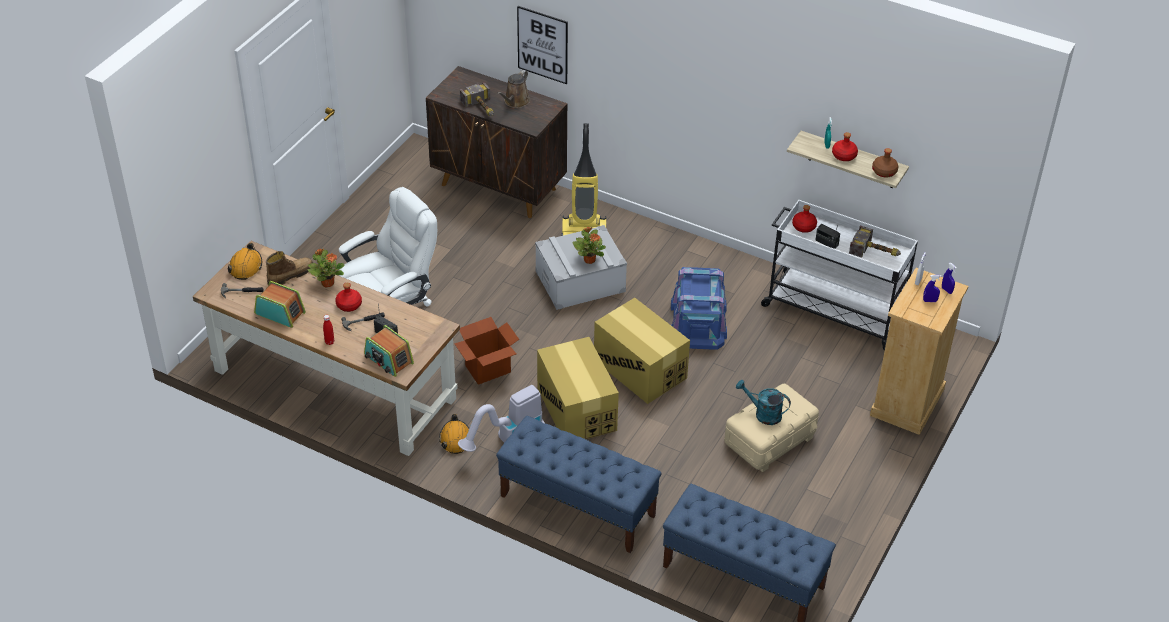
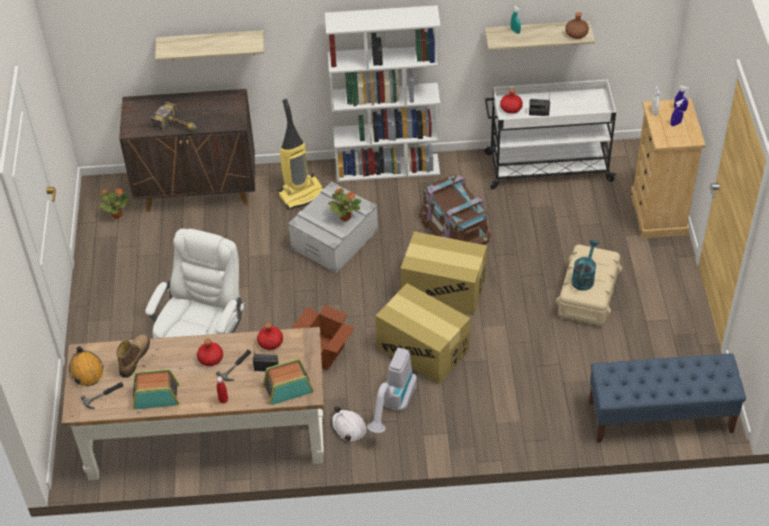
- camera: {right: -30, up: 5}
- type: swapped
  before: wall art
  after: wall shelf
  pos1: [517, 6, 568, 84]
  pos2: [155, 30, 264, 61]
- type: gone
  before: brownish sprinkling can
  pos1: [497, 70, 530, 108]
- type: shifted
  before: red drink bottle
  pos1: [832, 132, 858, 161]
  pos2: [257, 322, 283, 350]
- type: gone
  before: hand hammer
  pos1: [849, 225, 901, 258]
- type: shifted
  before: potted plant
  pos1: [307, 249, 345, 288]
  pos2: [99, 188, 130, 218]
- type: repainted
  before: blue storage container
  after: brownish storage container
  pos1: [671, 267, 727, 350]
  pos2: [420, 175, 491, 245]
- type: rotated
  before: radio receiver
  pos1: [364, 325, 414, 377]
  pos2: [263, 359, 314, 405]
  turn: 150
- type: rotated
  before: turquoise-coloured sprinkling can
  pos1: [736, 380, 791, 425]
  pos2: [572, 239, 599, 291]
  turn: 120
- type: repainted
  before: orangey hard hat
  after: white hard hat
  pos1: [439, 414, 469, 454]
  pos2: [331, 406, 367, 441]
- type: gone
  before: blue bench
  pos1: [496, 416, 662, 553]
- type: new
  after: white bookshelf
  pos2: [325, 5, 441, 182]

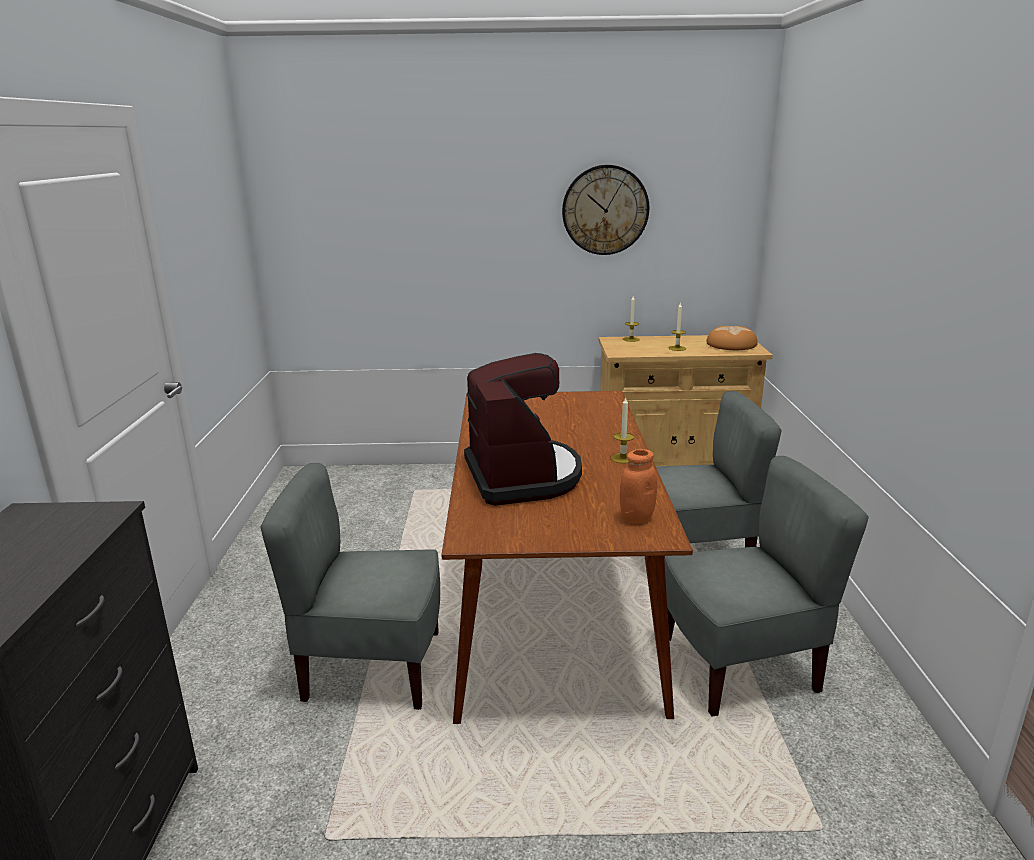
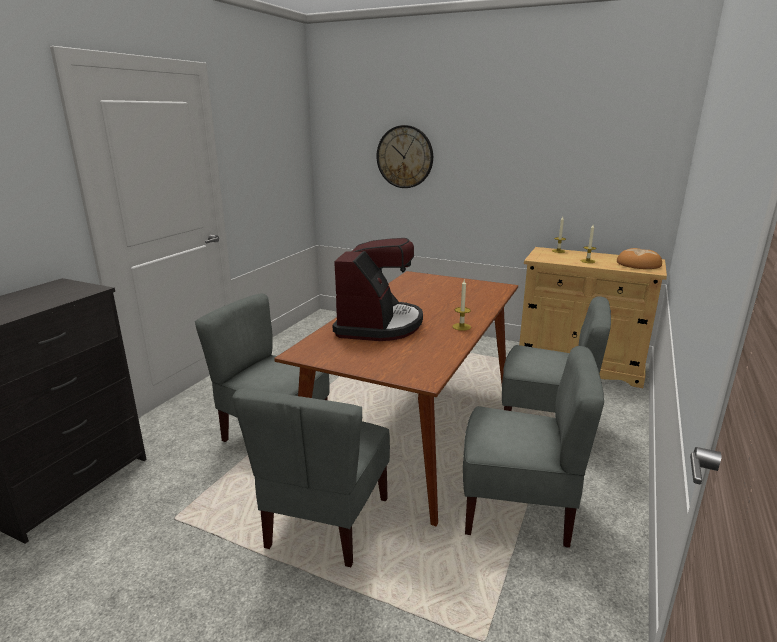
- camera: {right: 25, up: 0}
- type: shifted
  before: clock on the wall
  pos1: [562, 165, 649, 255]
  pos2: [377, 125, 433, 188]
- type: gone
  before: orangey preserve jar
  pos1: [620, 449, 657, 524]
- type: new
  after: gray chair
  pos2: [233, 389, 390, 567]

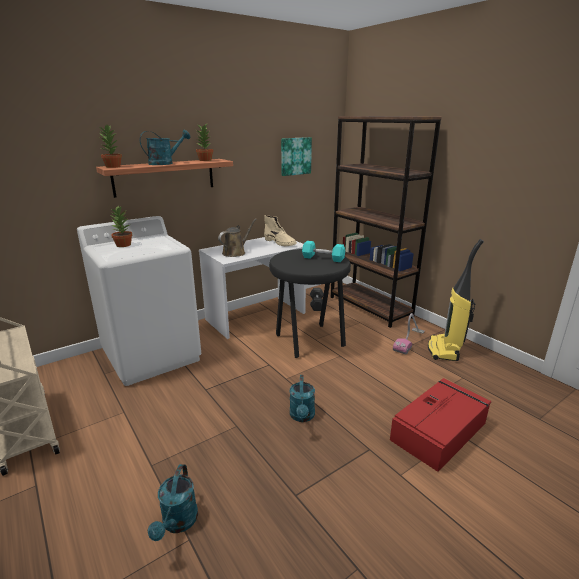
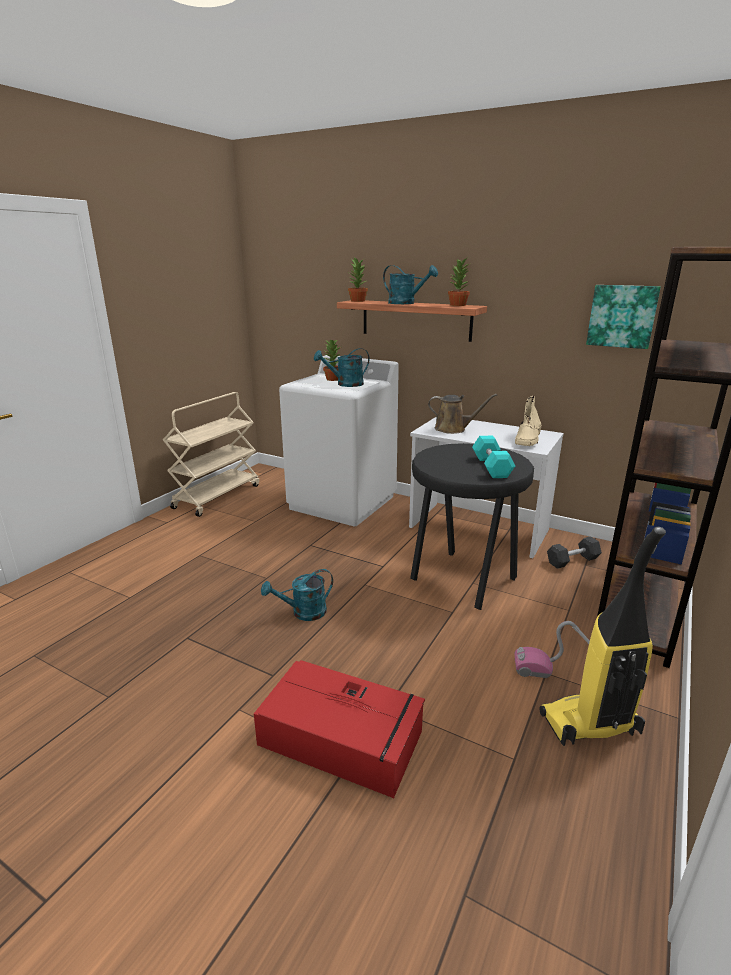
- camera: {right: 65, up: 0}
- type: shifted
  before: turquoise-coloured sprinkling can
  pos1: [148, 464, 198, 541]
  pos2: [314, 348, 370, 387]

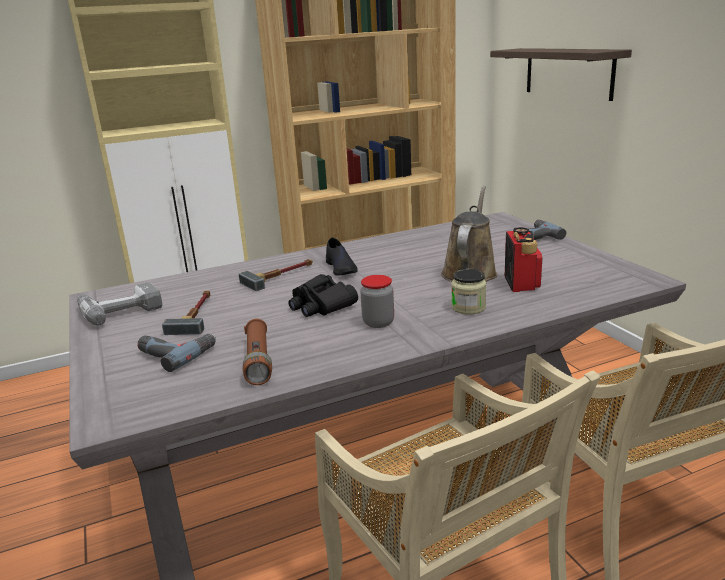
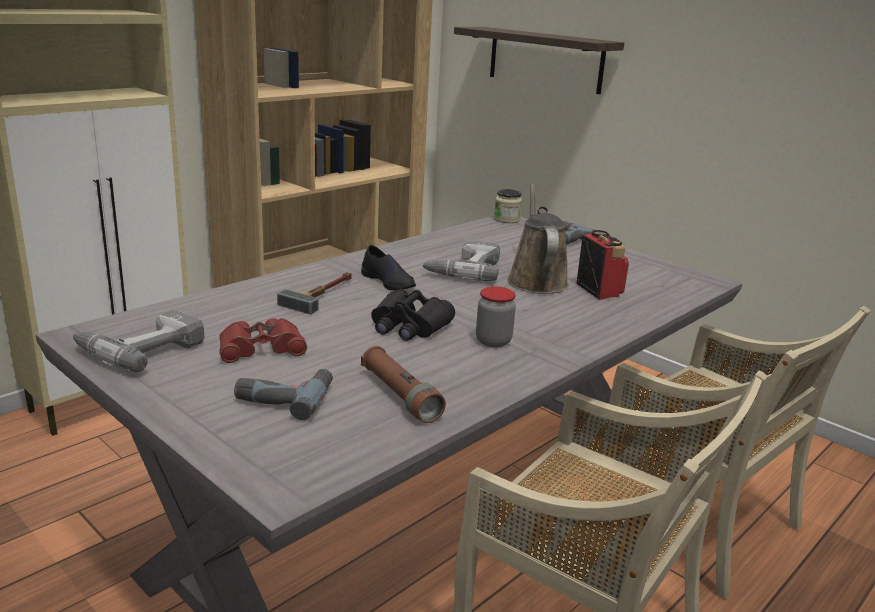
- camera: {right: -25, up: 0}
- type: shifted
  before: preserve jar
  pos1: [451, 269, 486, 315]
  pos2: [494, 189, 522, 223]
- type: swapped
  before: hand hammer
  after: red pair of binoculars
  pos1: [162, 291, 210, 335]
  pos2: [220, 318, 307, 363]
- type: new
  after: electric drill
  pos2: [422, 241, 500, 281]

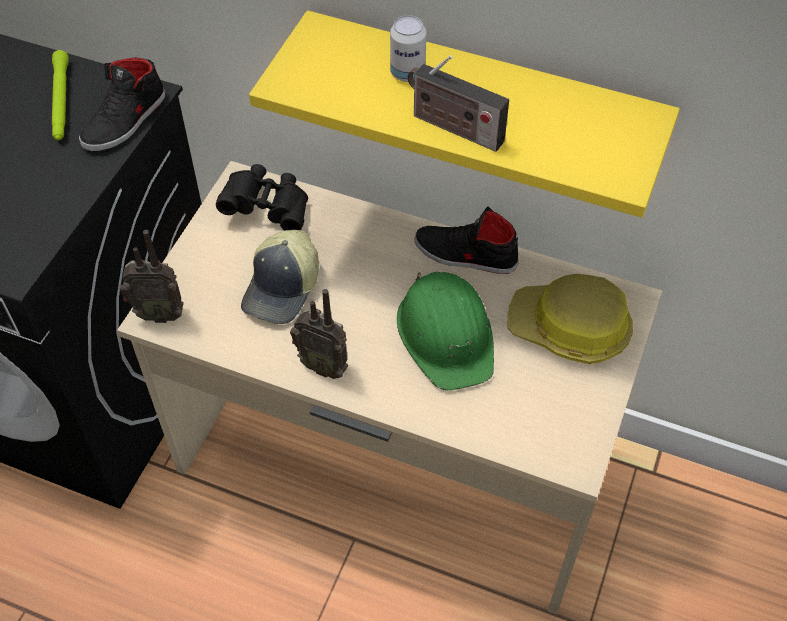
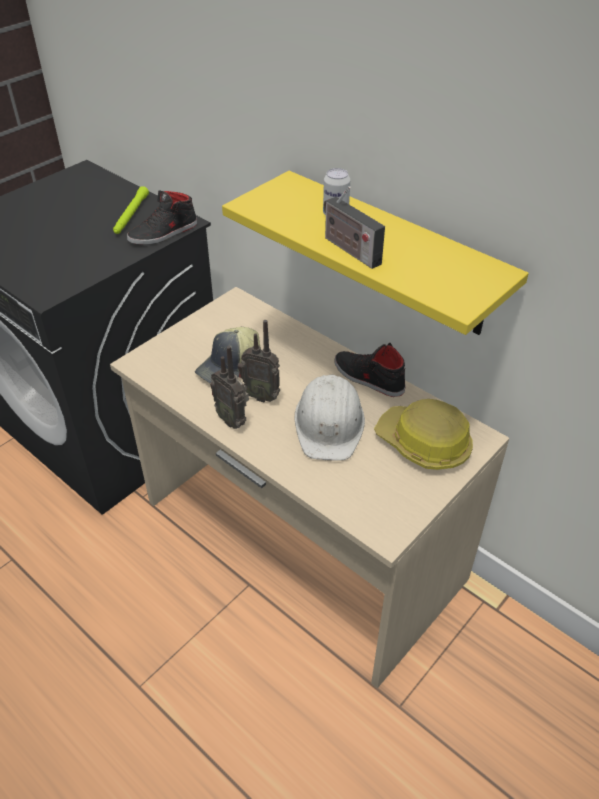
- camera: {right: 20, up: -10}
- type: gone
  before: black-coloured pair of binoculars
  pos1: [216, 164, 308, 231]
- type: shifted
  before: radio receiver
  pos1: [120, 230, 184, 323]
  pos2: [238, 320, 280, 403]
- type: repainted
  before: greenish hard hat
  after: white hard hat
  pos1: [397, 271, 494, 391]
  pos2: [295, 375, 365, 461]

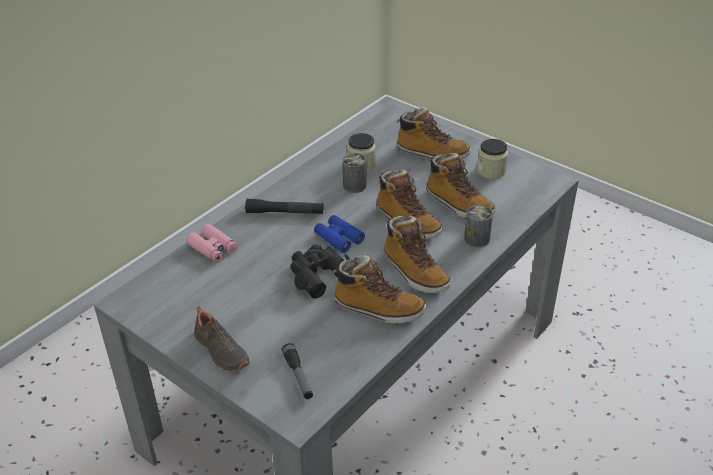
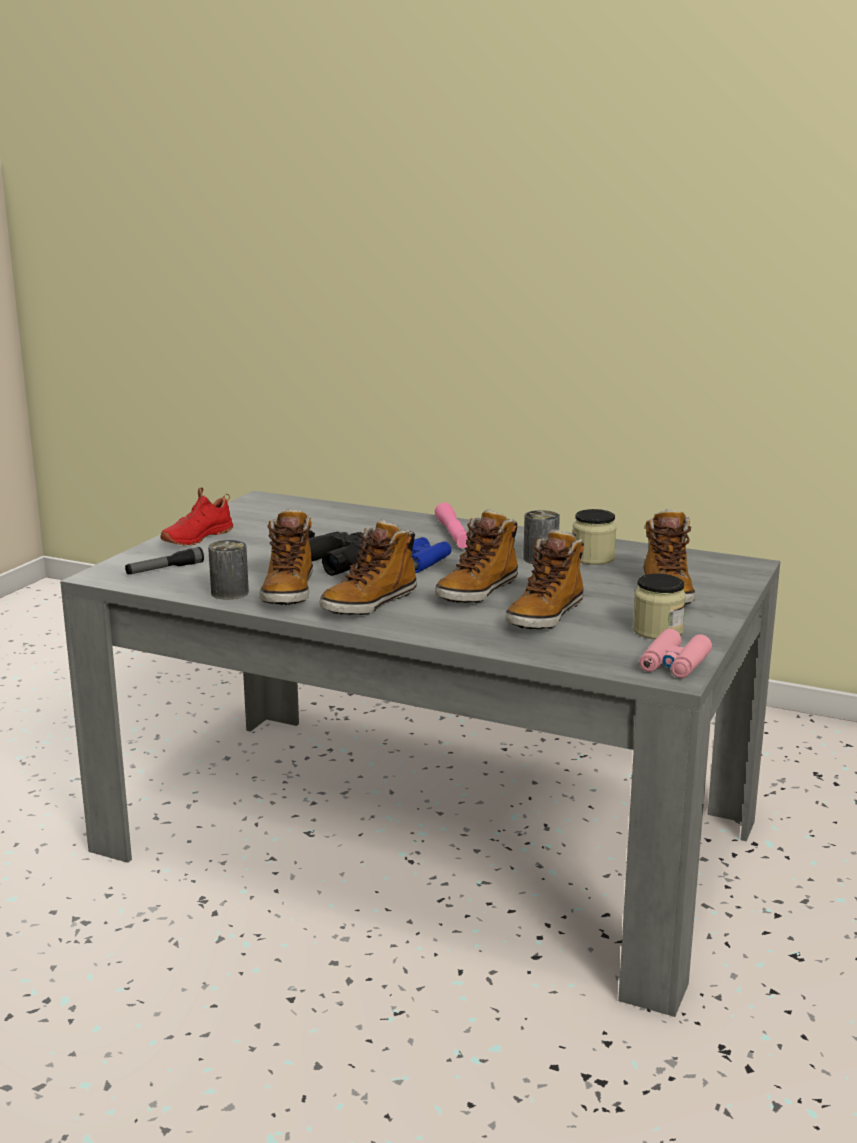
- camera: {right: 75, up: -20}
- type: repainted
  before: black-coloured hand torch
  after: pink hand torch
  pos1: [245, 199, 323, 214]
  pos2: [435, 503, 468, 549]
- type: shifted
  before: metal can
  pos1: [464, 205, 493, 248]
  pos2: [208, 540, 249, 599]
- type: shifted
  before: pink pair of binoculars
  pos1: [186, 224, 238, 262]
  pos2: [640, 629, 712, 678]
- type: repainted
  before: black-coloured shoe
  after: red shoe
  pos1: [194, 306, 250, 371]
  pos2: [160, 487, 233, 546]

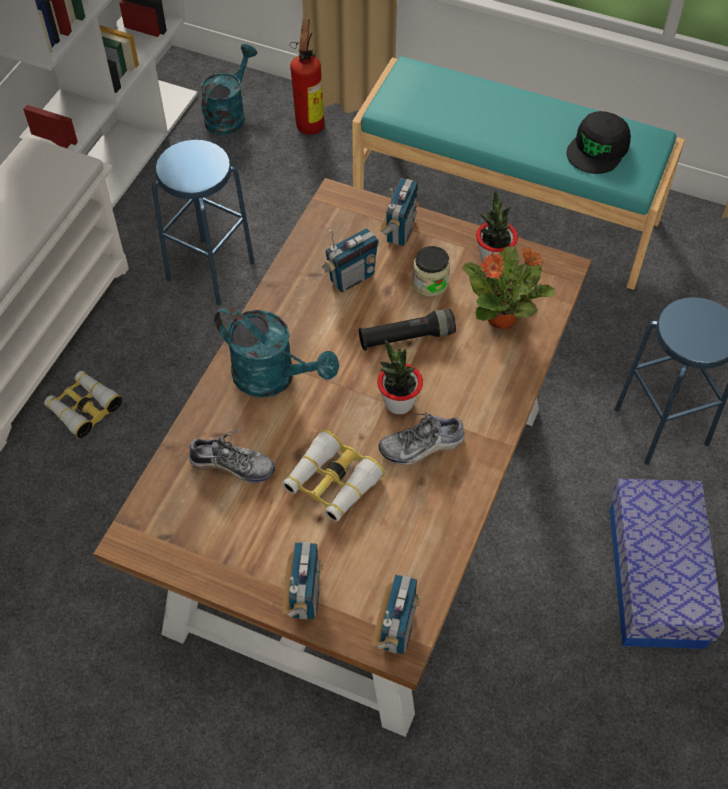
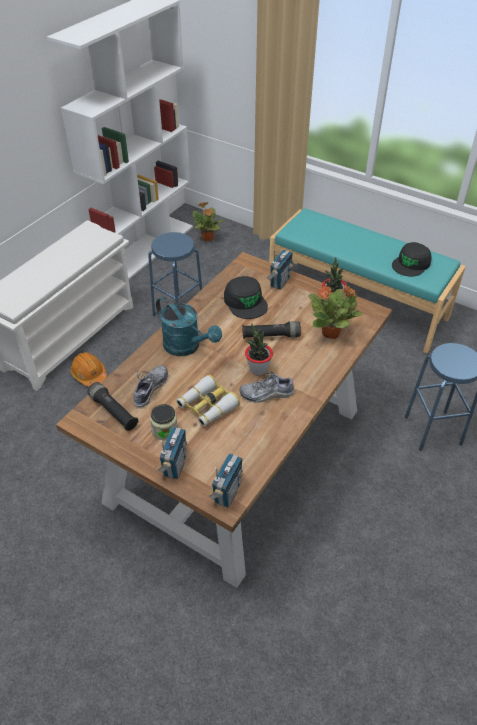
- camera: {right: 10, up: -10}
- type: gone
  before: fire extinguisher
  pos1: [290, 19, 325, 135]
- type: swapped
  before: turquoise-coloured sprinkling can
  after: potted plant
  pos1: [201, 44, 257, 135]
  pos2: [193, 202, 224, 241]
- type: swapped
  before: radio receiver
  after: black-coloured cap
  pos1: [321, 228, 379, 292]
  pos2: [224, 276, 268, 319]
- type: shifted
  before: preserve jar
  pos1: [412, 246, 450, 297]
  pos2: [150, 404, 178, 440]
- type: swapped
  before: pair of binoculars
  after: orangey hard hat
  pos1: [44, 371, 123, 438]
  pos2: [70, 352, 107, 387]
- type: rotated
  before: shoe
  pos1: [189, 430, 275, 483]
  pos2: [134, 365, 168, 407]
  turn: -90
- type: gone
  before: storage container
  pos1: [610, 479, 724, 649]
- type: new
  after: black-coloured hand torch
  pos2: [87, 382, 139, 431]

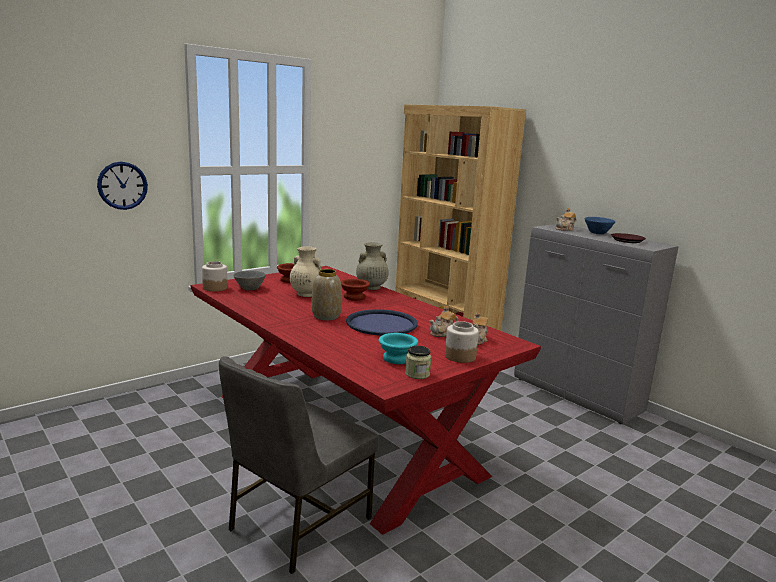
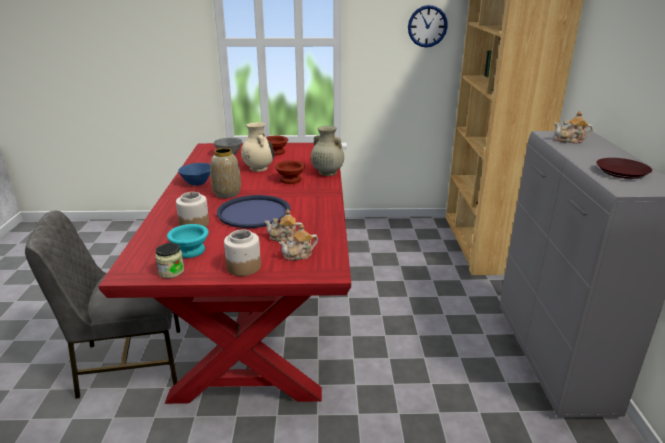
- camera: {right: 40, up: 10}
- type: shifted
  before: clock on the wall
  pos1: [97, 162, 148, 210]
  pos2: [408, 5, 448, 47]
- type: shifted
  before: blue serving bowl
  pos1: [585, 217, 616, 234]
  pos2: [178, 163, 210, 186]
- type: shifted
  before: preserve jar
  pos1: [202, 261, 228, 291]
  pos2: [176, 192, 209, 227]

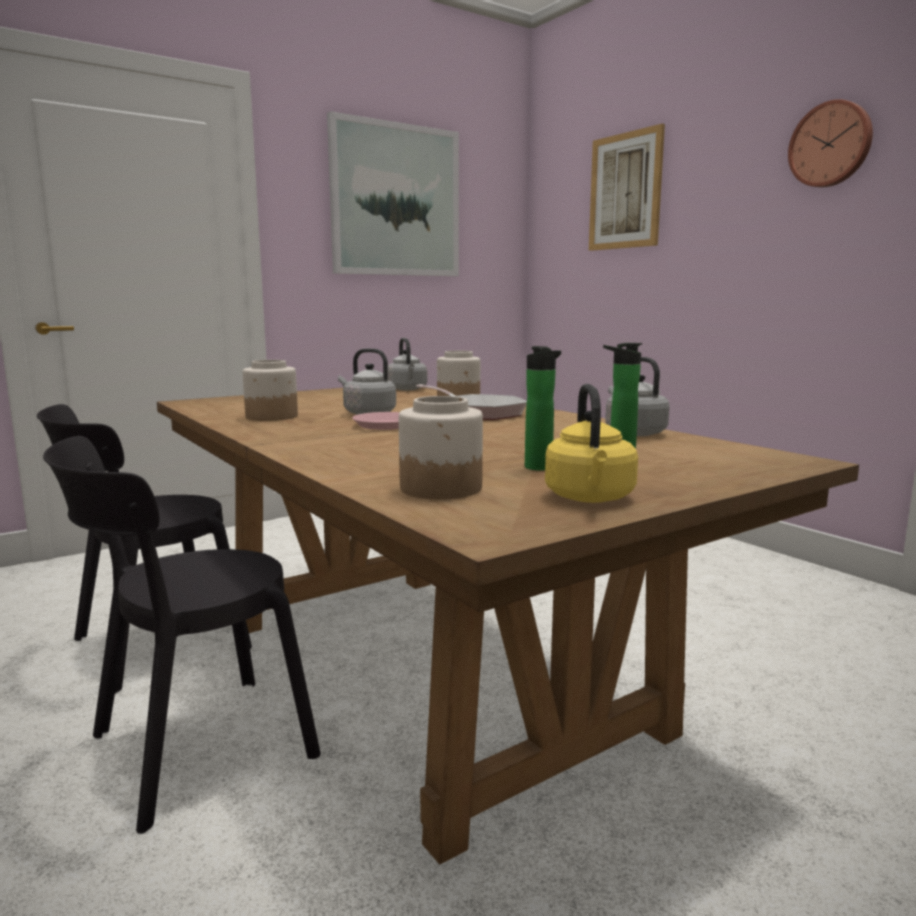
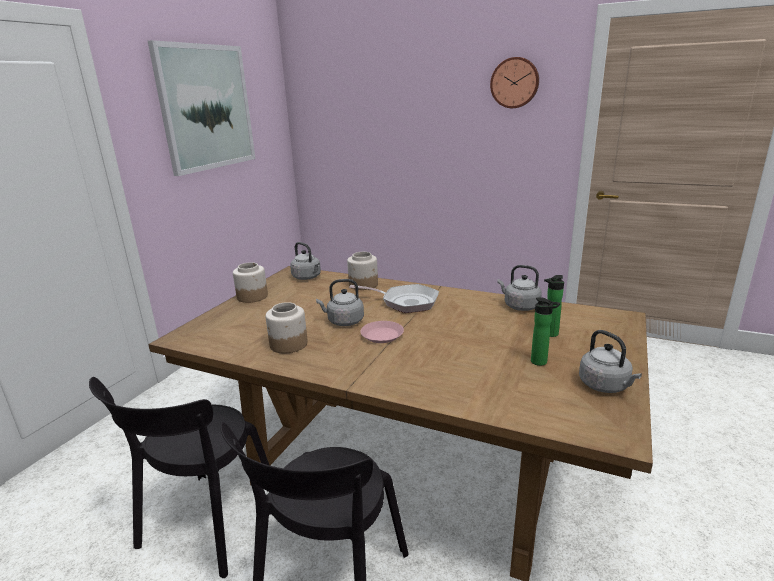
- camera: {right: -30, up: 10}
- type: gone
  before: wall art
  pos1: [589, 123, 665, 251]
- type: repainted
  before: yellowish water kettle
  after: gray water kettle
  pos1: [545, 384, 638, 503]
  pos2: [579, 330, 642, 393]
- type: shifted
  before: preserve jar
  pos1: [399, 396, 483, 499]
  pos2: [233, 262, 268, 303]

